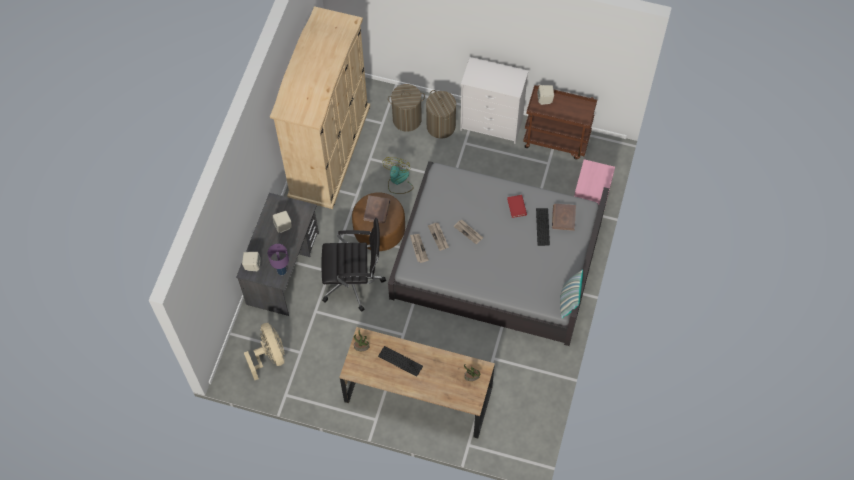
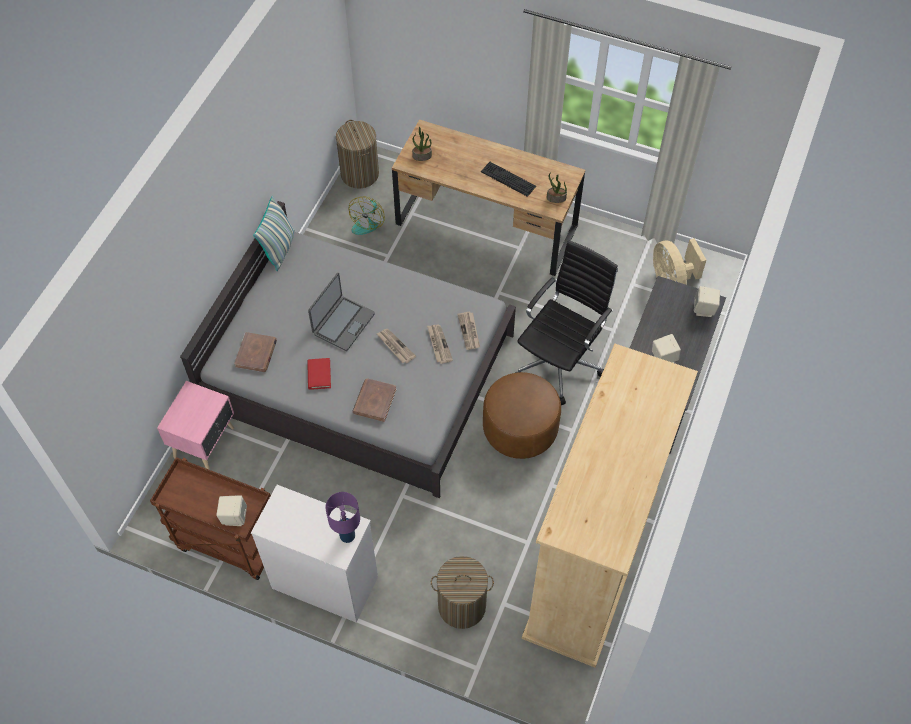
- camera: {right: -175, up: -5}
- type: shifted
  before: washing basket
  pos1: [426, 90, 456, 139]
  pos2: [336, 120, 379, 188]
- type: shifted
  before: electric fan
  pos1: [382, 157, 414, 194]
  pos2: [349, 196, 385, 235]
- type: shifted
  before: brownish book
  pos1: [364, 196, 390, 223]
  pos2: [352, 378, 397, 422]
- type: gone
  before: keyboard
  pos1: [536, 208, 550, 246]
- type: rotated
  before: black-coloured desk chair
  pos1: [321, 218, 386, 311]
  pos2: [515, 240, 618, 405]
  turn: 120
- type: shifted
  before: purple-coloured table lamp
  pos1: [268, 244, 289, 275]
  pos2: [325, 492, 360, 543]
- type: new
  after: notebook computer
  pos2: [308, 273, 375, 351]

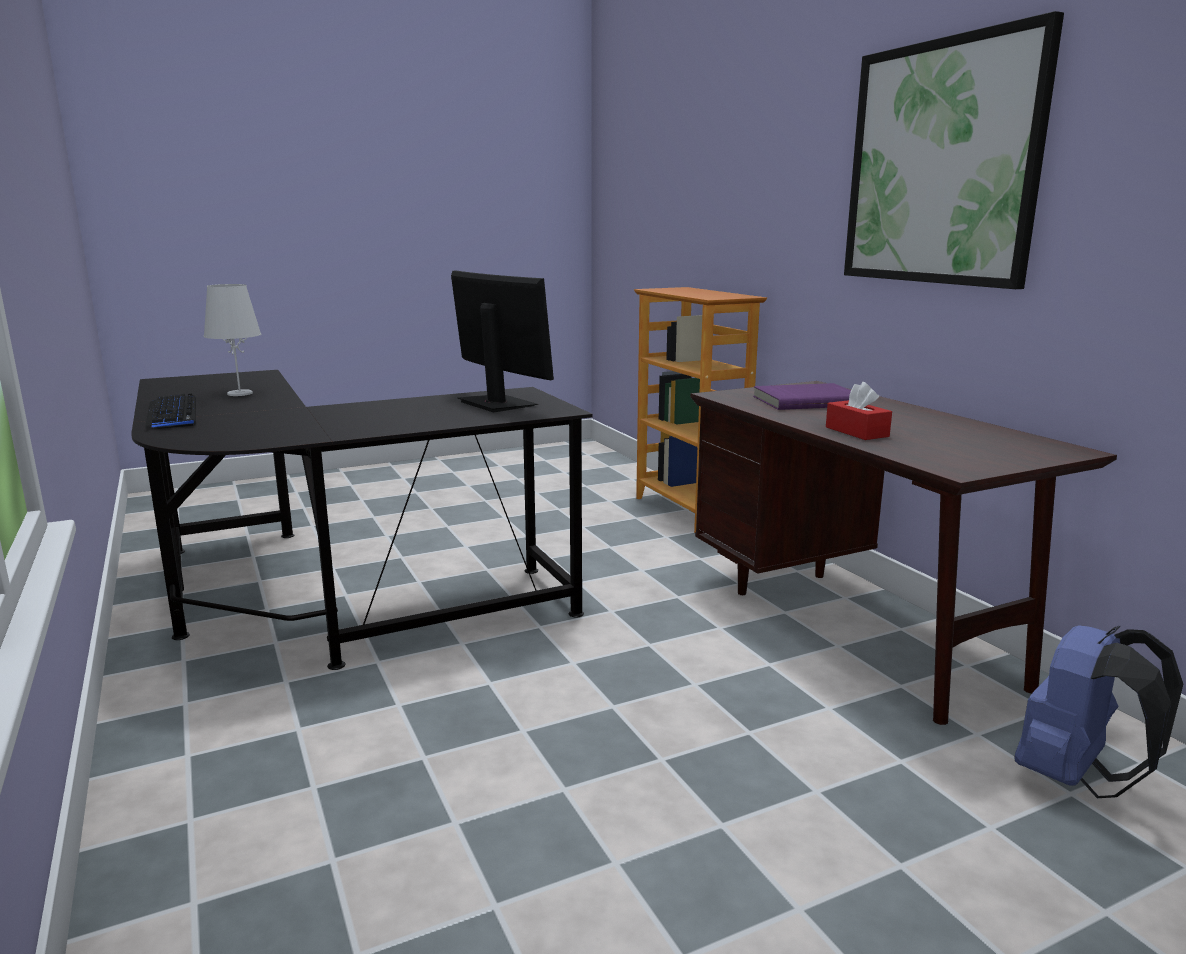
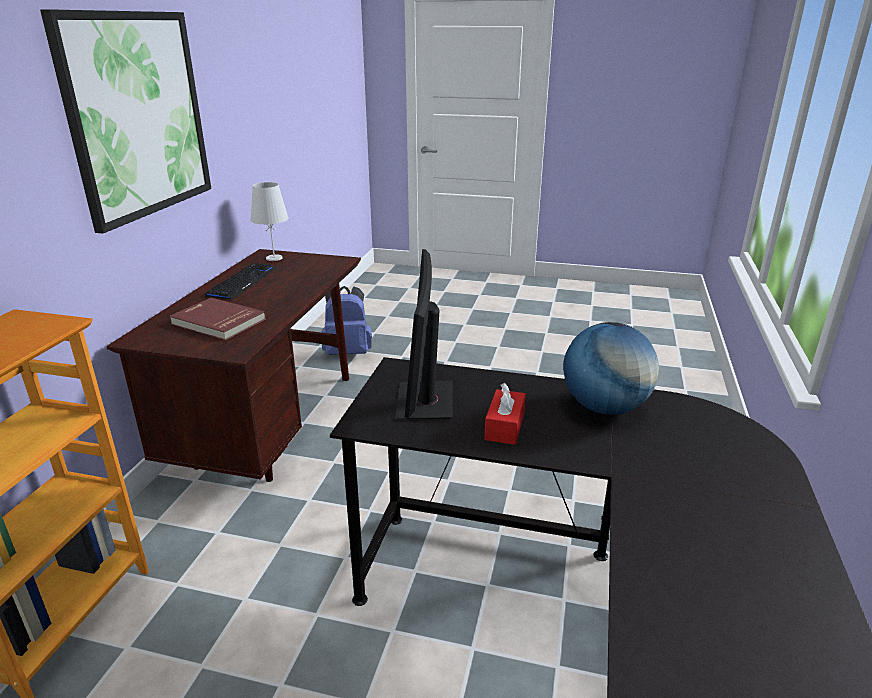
- camera: {right: -140, up: 10}
- type: shifted
  before: white table lamp
  pos1: [203, 284, 261, 396]
  pos2: [250, 182, 289, 261]
- type: shifted
  before: red box of tissues
  pos1: [826, 382, 892, 440]
  pos2: [484, 383, 526, 445]
- type: repainted
  before: purple-coloured book
  after: red book
  pos1: [753, 383, 851, 410]
  pos2: [169, 298, 266, 340]
- type: shifted
  before: keyboard
  pos1: [145, 393, 196, 429]
  pos2: [205, 263, 277, 299]
- type: new
  after: globe
  pos2: [563, 322, 659, 415]

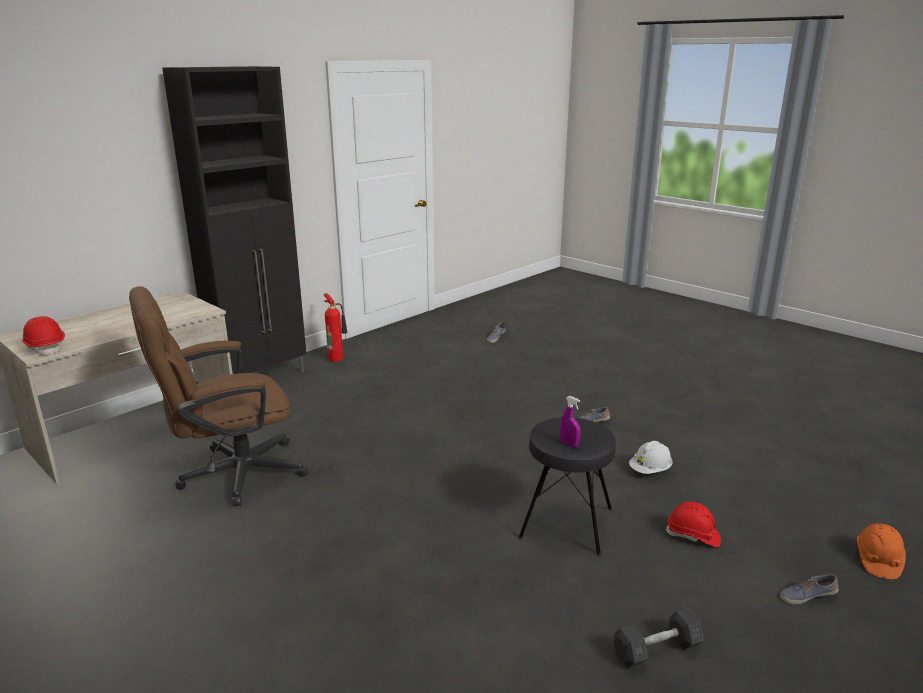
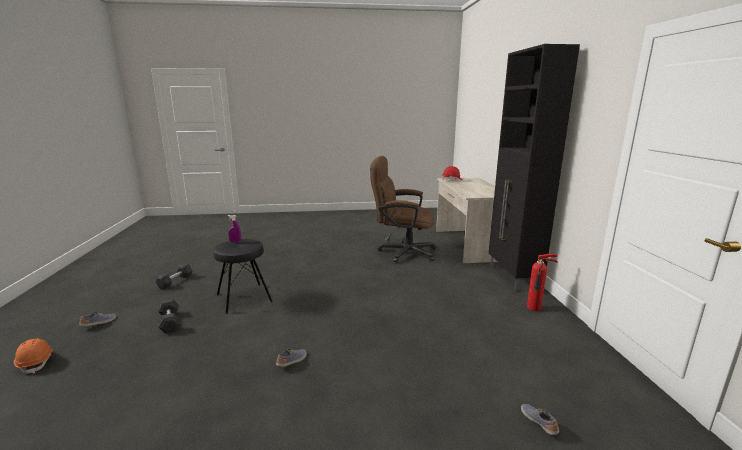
- camera: {right: 130, up: -5}
- type: rotated
  before: brownish desk chair
  pos1: [129, 286, 308, 506]
  pos2: [370, 156, 436, 263]
  turn: -90
- type: gone
  before: white hard hat
  pos1: [629, 441, 673, 474]
- type: swapped
  before: red hard hat
  after: black-coloured dumbbell
  pos1: [665, 502, 721, 547]
  pos2: [158, 299, 181, 334]

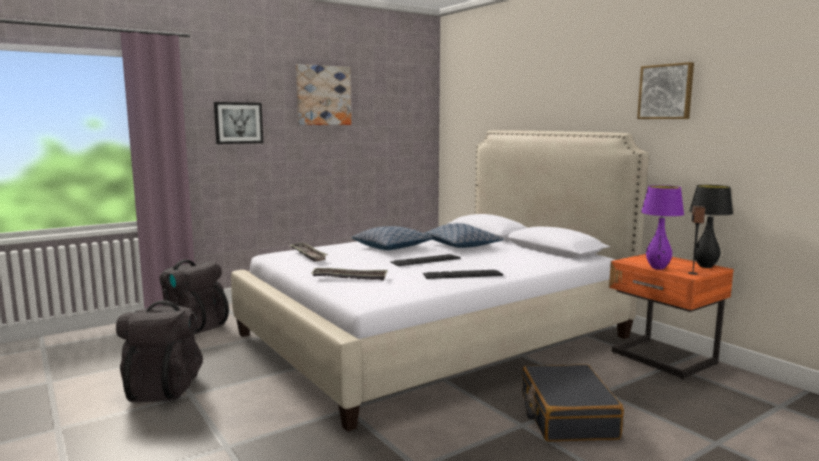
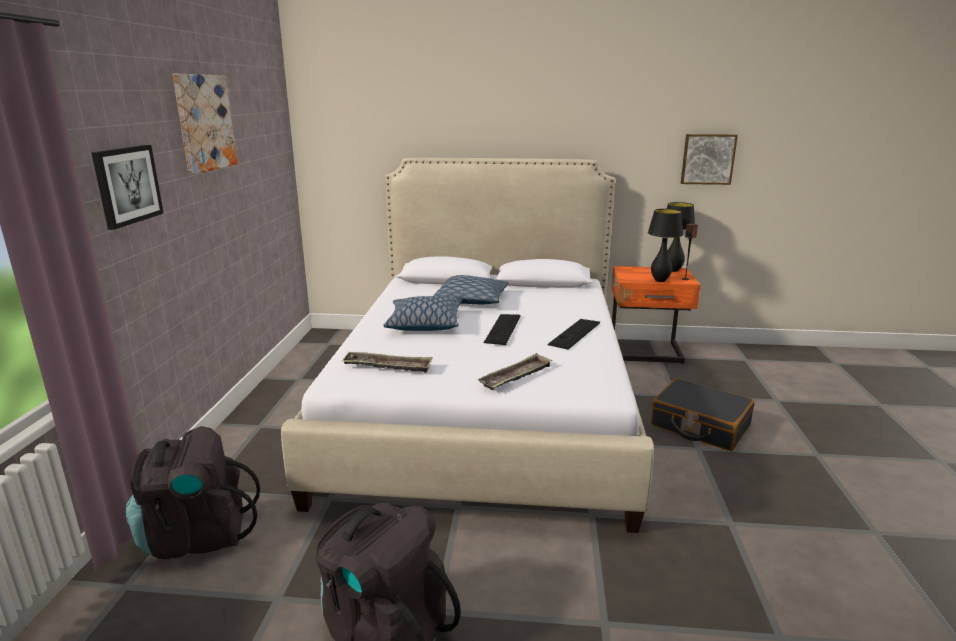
- camera: {right: -50, up: 10}
- type: shifted
  before: wall art
  pos1: [637, 62, 694, 119]
  pos2: [681, 134, 738, 185]
- type: repainted
  before: purple-coloured table lamp
  after: black-coloured table lamp
  pos1: [641, 185, 684, 270]
  pos2: [648, 209, 683, 282]

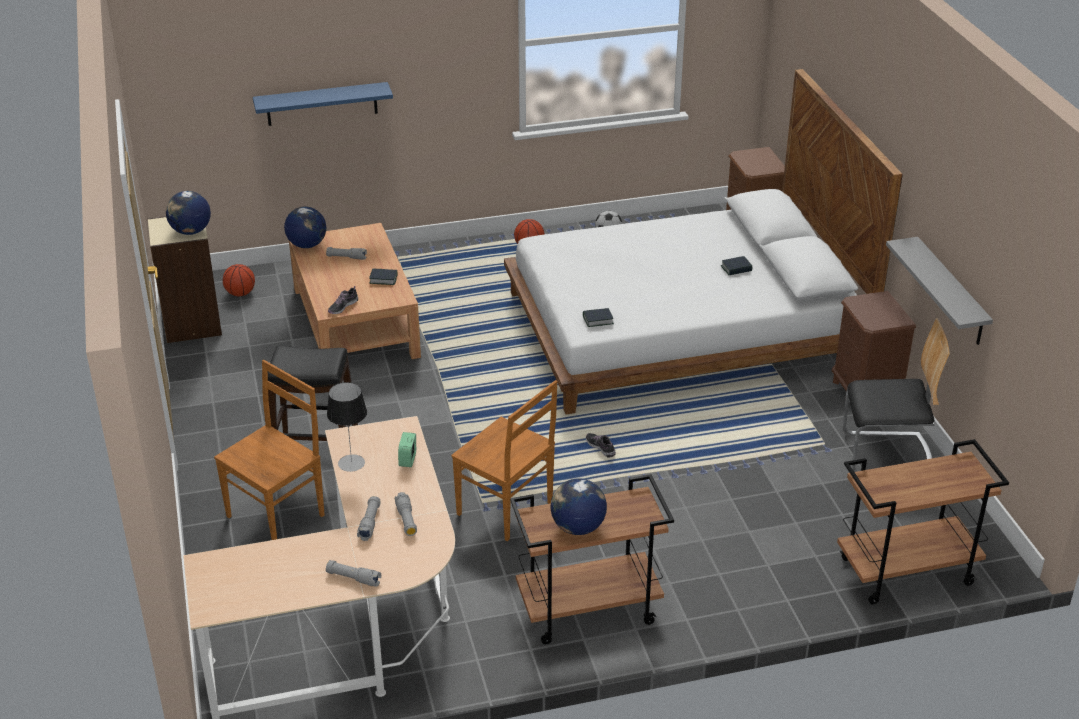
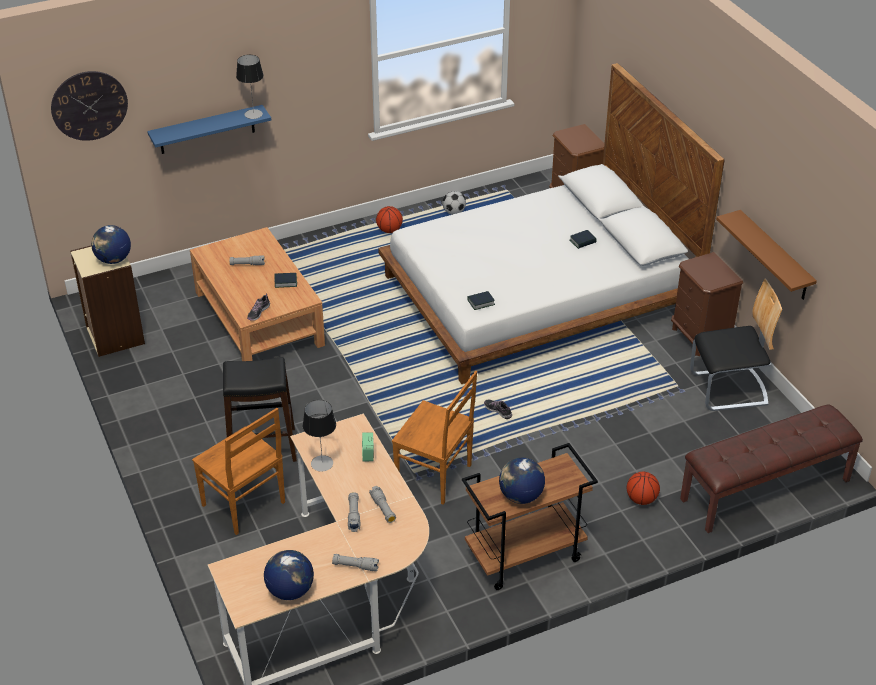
- camera: {right: -10, up: 5}
- type: shifted
  before: globe
  pos1: [284, 207, 326, 248]
  pos2: [264, 550, 314, 600]
- type: repainted
  before: gray wall shelf
  after: brownish wall shelf
  pos1: [886, 237, 993, 345]
  pos2: [716, 210, 817, 300]
- type: shifted
  before: basketball
  pos1: [223, 264, 255, 296]
  pos2: [627, 472, 660, 505]
- type: rotated
  before: brownish chair
  pos1: [214, 360, 325, 540]
  pos2: [192, 408, 285, 535]
  turn: 105
- type: swapped
  before: brownish wheeled cart
  after: brownish bench
  pos1: [837, 439, 1009, 604]
  pos2: [680, 404, 863, 533]
- type: new
  after: table lamp
  pos2: [236, 55, 264, 119]
- type: new
  after: clock on the wall
  pos2: [51, 71, 128, 141]

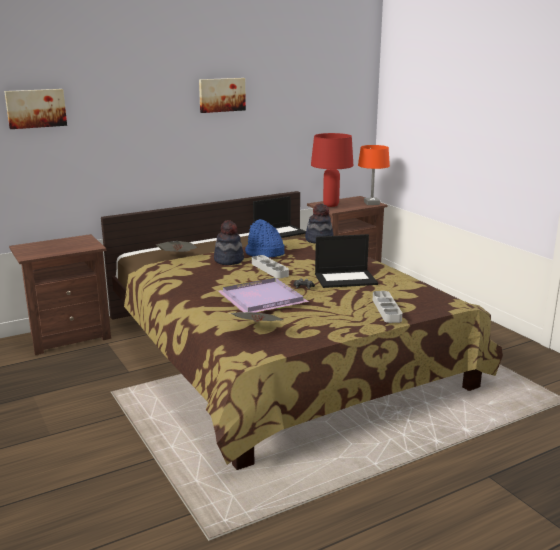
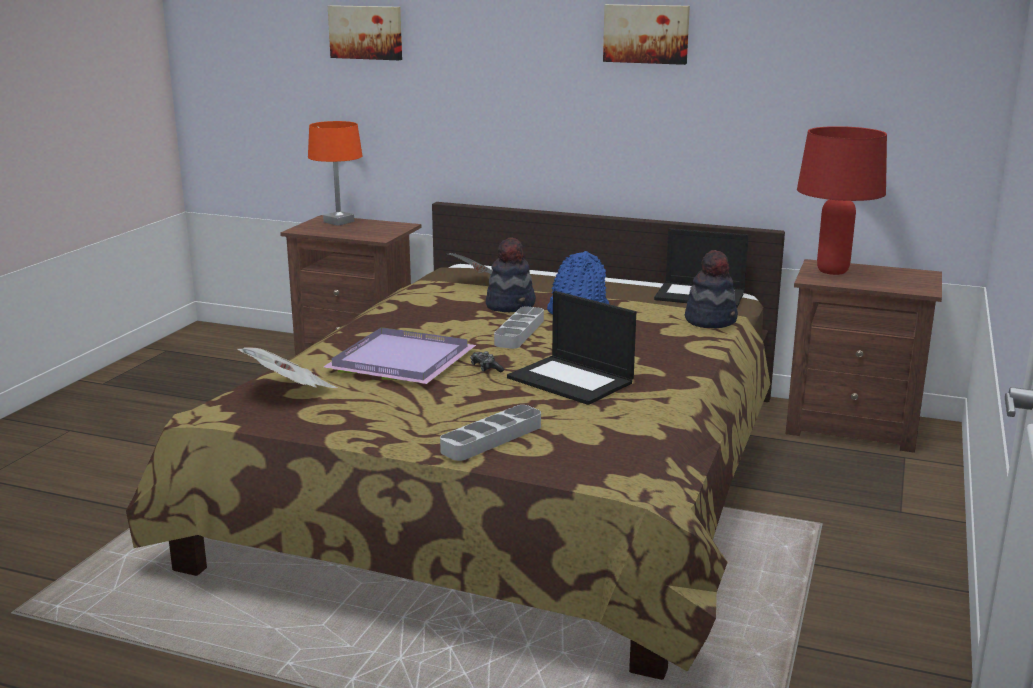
- camera: {right: 50, up: 0}
- type: shifted
  before: orangey table lamp
  pos1: [358, 145, 390, 205]
  pos2: [308, 121, 363, 226]

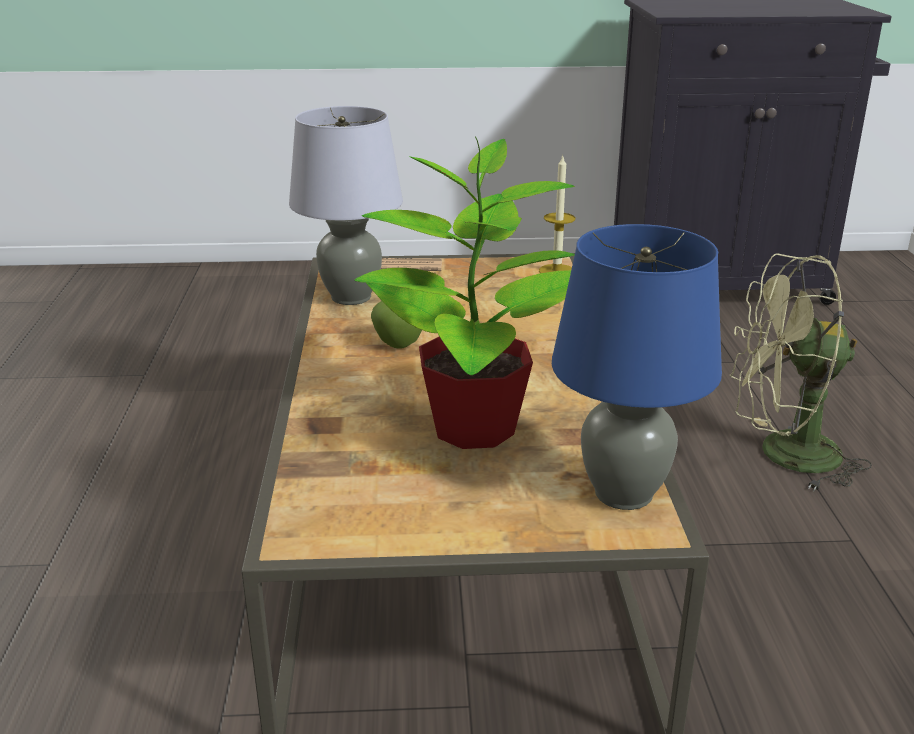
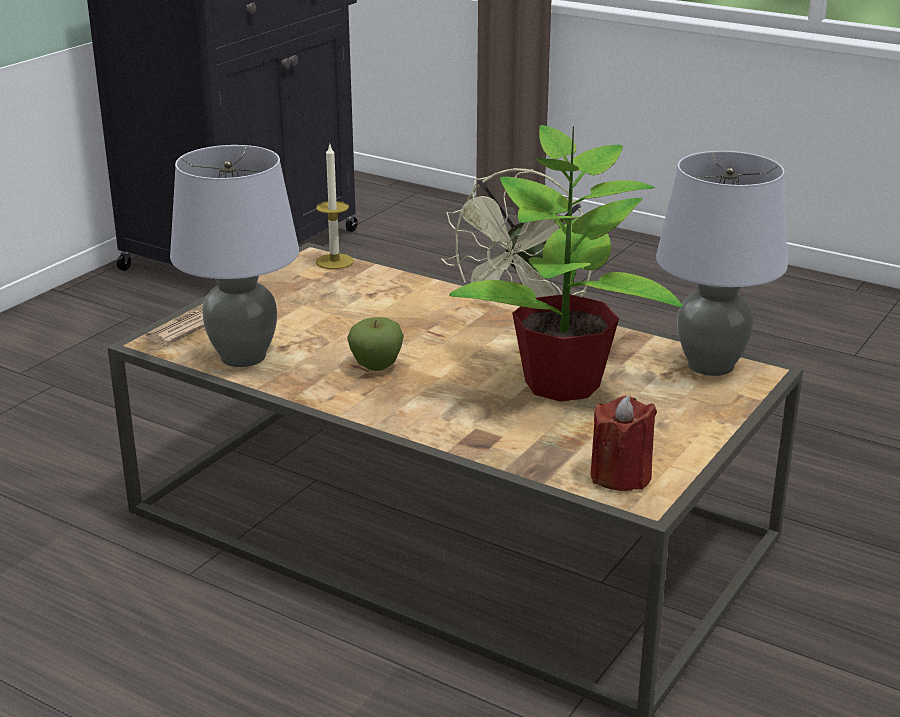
- camera: {right: -55, up: 0}
- type: repainted
  before: blue table lamp
  after: gray table lamp
  pos1: [552, 224, 722, 510]
  pos2: [656, 151, 788, 376]
- type: new
  after: red wax candle
  pos2: [591, 396, 657, 491]

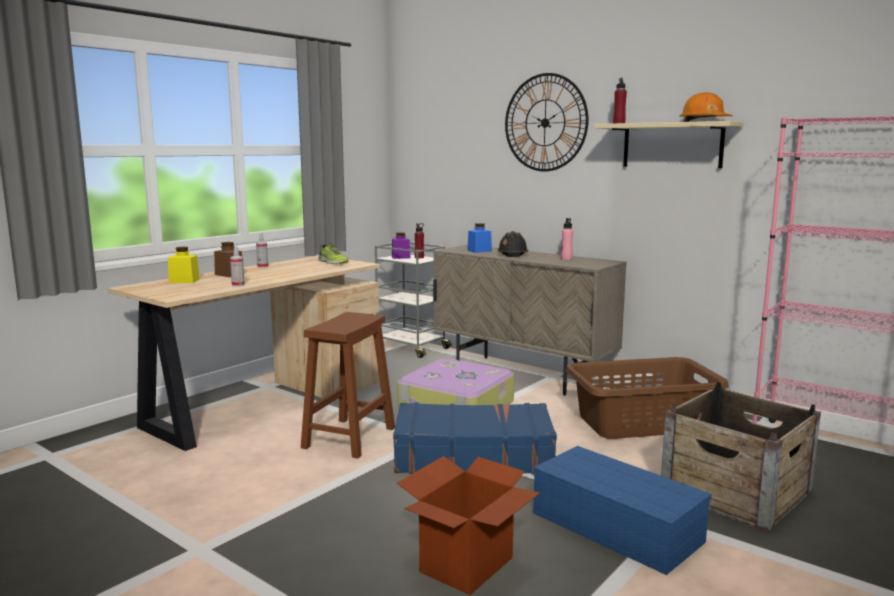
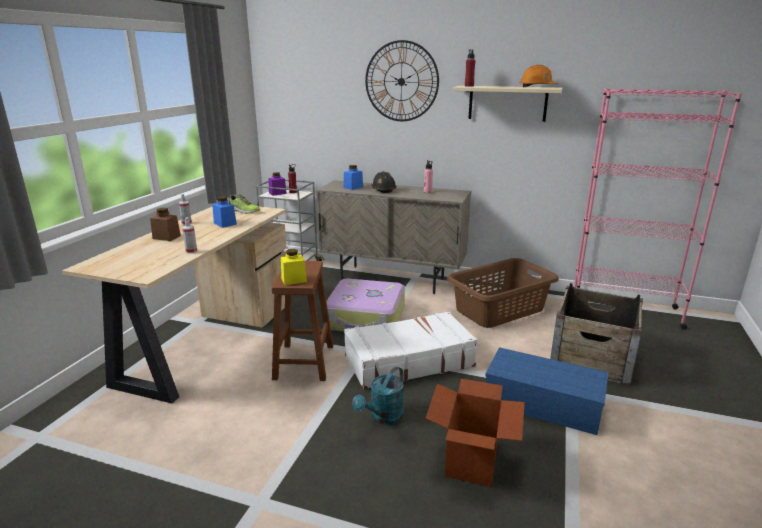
- camera: {right: -20, up: 10}
- type: shifted
  before: yellowish preserve jar
  pos1: [168, 247, 200, 283]
  pos2: [281, 249, 307, 285]
- type: repainted
  before: blue travel case
  after: white travel case
  pos1: [393, 402, 557, 475]
  pos2: [344, 311, 478, 389]
- type: new
  after: blue preserve jar
  pos2: [212, 196, 237, 228]
- type: new
  after: turquoise-coloured sprinkling can
  pos2: [352, 367, 404, 425]

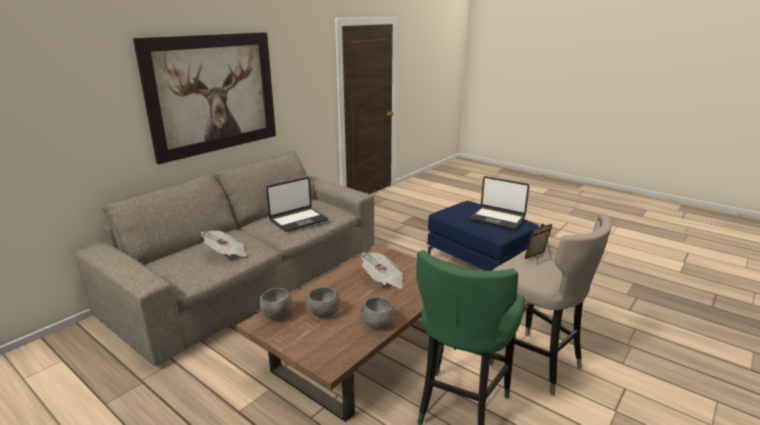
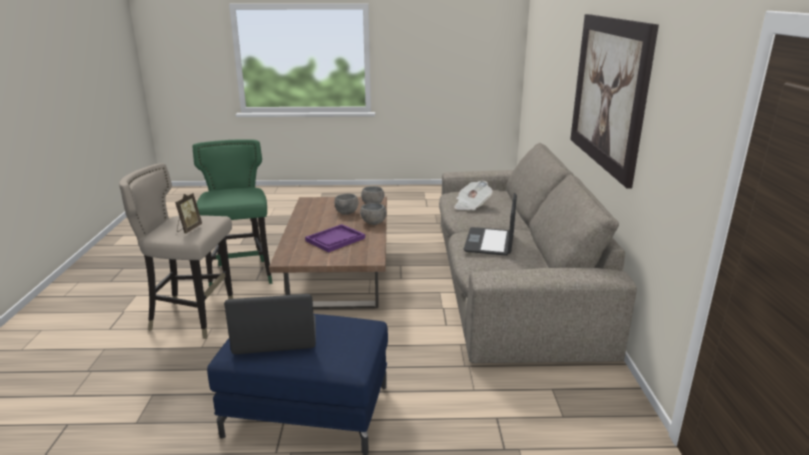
- camera: {right: 140, up: 0}
- type: swapped
  before: newspaper
  after: purple-coloured tray
  pos1: [361, 253, 403, 289]
  pos2: [305, 224, 365, 253]
- type: shifted
  before: gray serving bowl
  pos1: [361, 297, 395, 329]
  pos2: [360, 203, 386, 225]

